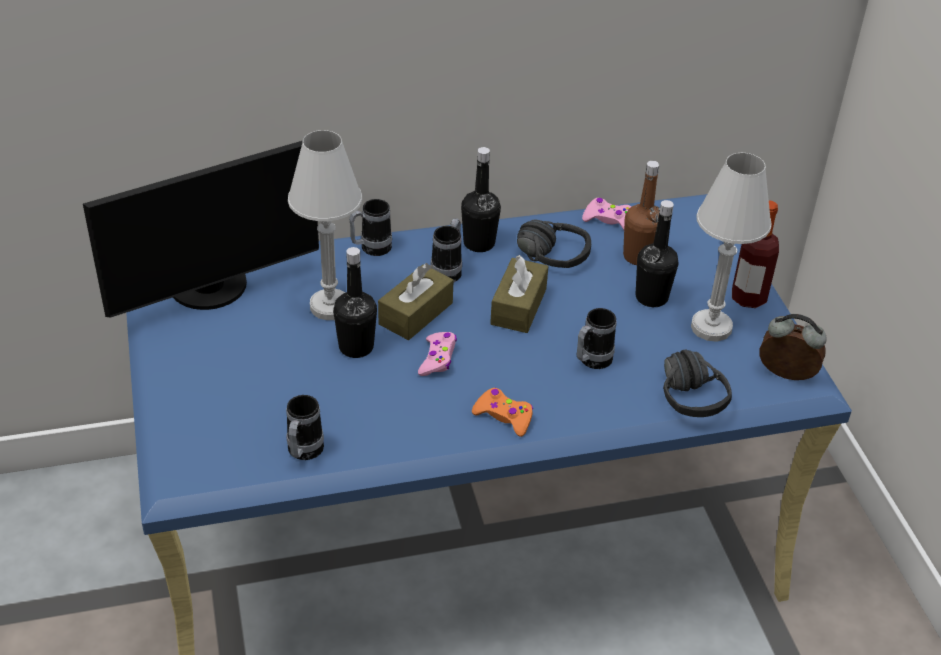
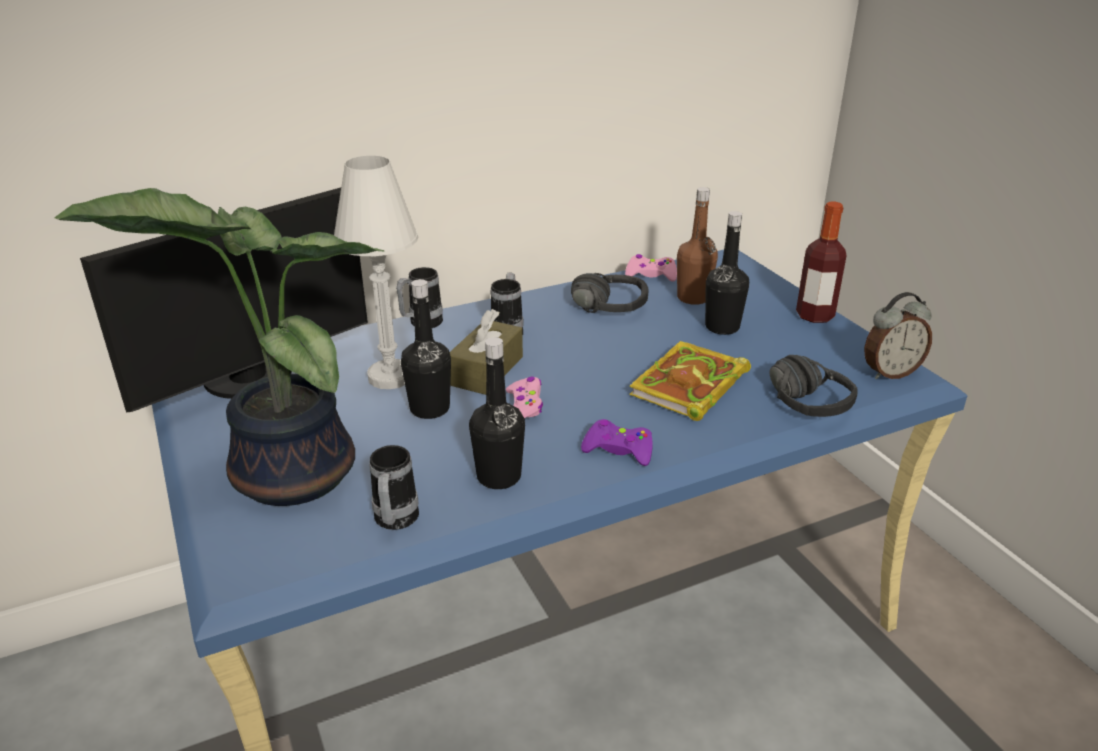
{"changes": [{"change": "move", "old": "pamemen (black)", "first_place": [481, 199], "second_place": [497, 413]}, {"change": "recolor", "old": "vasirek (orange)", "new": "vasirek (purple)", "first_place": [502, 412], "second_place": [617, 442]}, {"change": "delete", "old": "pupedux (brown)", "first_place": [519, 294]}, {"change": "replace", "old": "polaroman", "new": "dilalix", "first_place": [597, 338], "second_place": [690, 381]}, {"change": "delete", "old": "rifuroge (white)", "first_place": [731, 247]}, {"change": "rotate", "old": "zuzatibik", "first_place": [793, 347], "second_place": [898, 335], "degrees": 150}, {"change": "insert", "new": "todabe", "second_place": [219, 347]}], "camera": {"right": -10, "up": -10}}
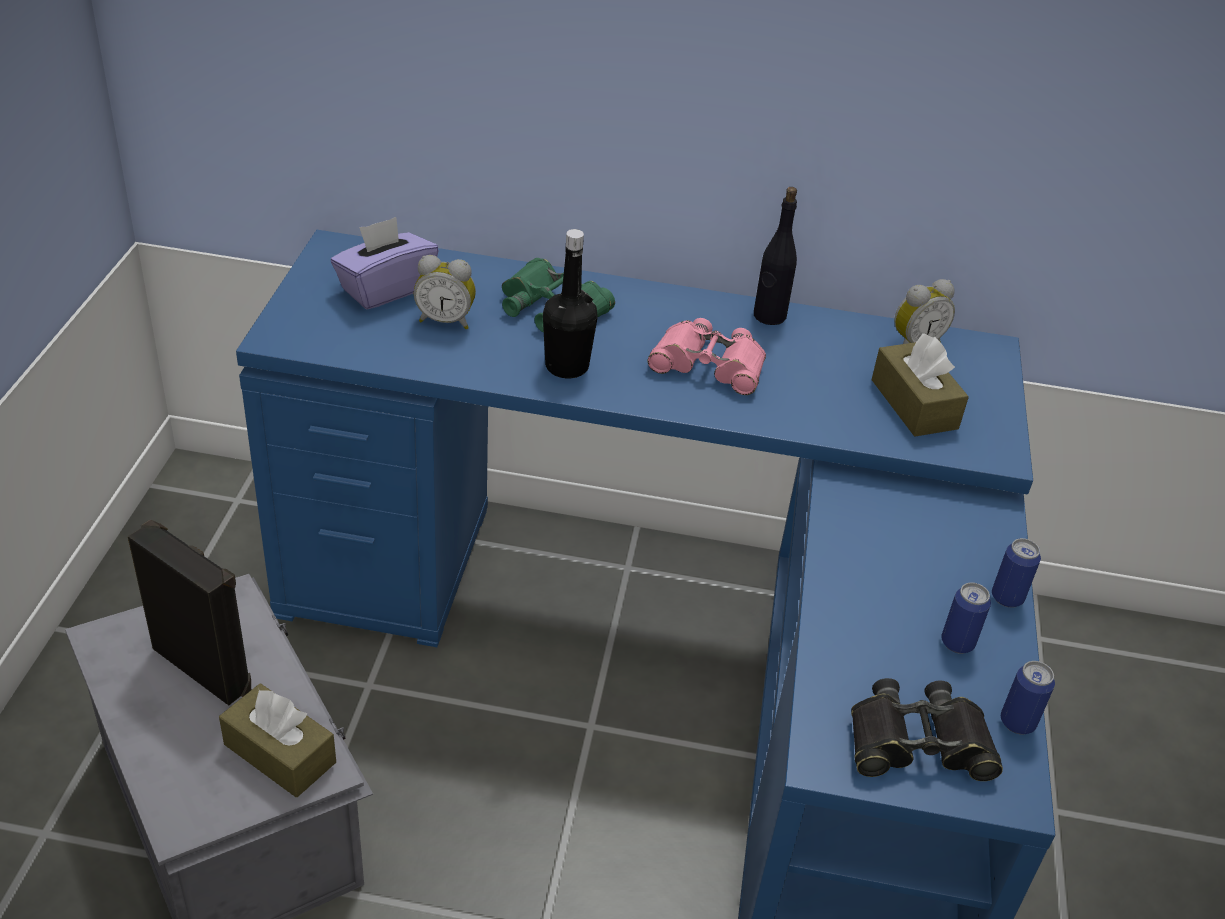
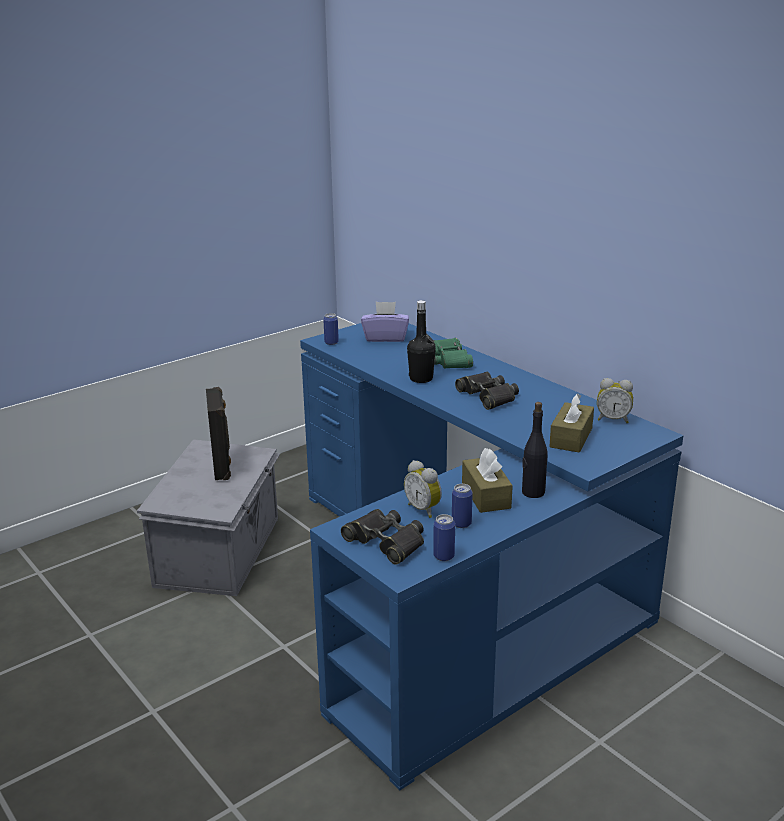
{"changes": [{"change": "move", "old": "pupedux (brown)", "first_place": [277, 740], "second_place": [487, 480]}, {"change": "move", "old": "zuzatibik", "first_place": [445, 292], "second_place": [423, 489]}, {"change": "recolor", "old": "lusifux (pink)", "new": "lusifux (black)", "first_place": [707, 356], "second_place": [487, 390]}, {"change": "move", "old": "pamemen (black)", "first_place": [775, 256], "second_place": [535, 450]}, {"change": "move", "old": "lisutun", "first_place": [1016, 573], "second_place": [331, 329]}], "camera": {"right": 45, "up": -15}}
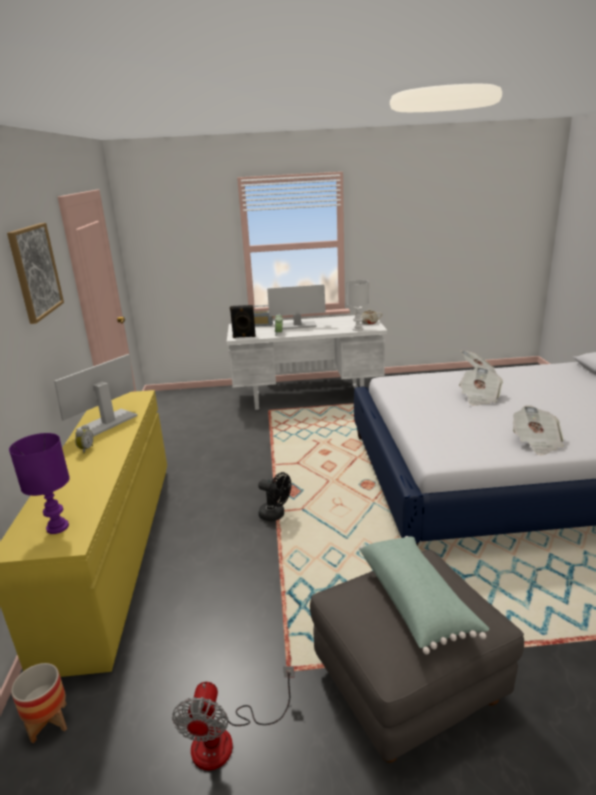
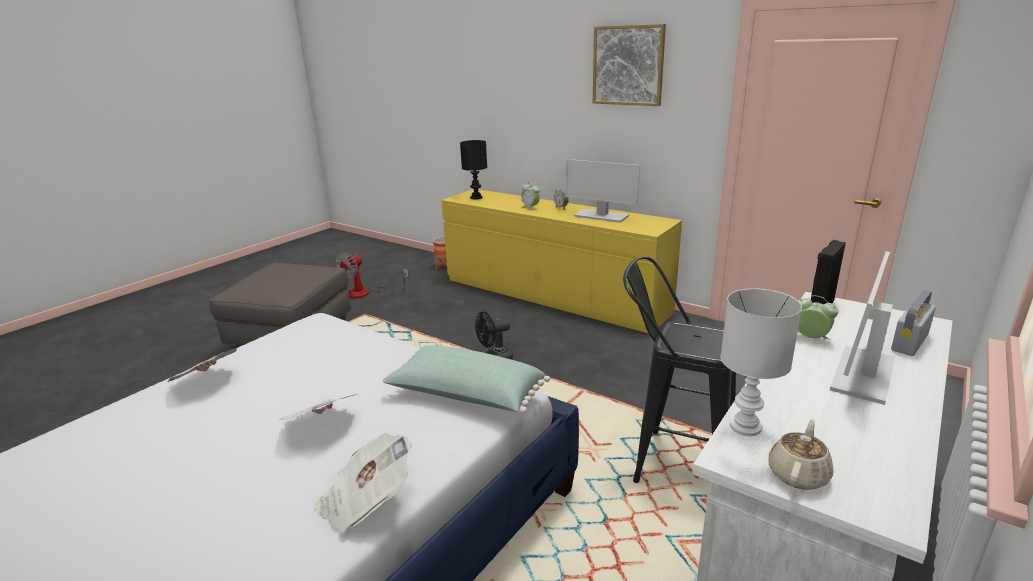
{"changes": [{"change": "recolor", "old": "rifuroge (purple)", "new": "rifuroge (black)", "first_place": [39, 483], "second_place": [473, 169]}, {"change": "rotate", "old": "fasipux", "first_place": [95, 395], "second_place": [602, 191], "degrees": 135}, {"change": "rotate", "old": "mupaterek", "first_place": [233, 718], "second_place": [372, 275], "degrees": -105}, {"change": "move", "old": "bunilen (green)", "first_place": [424, 595], "second_place": [466, 379]}, {"change": "insert", "new": "zuzatibik", "second_place": [530, 196]}, {"change": "insert", "new": "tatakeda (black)", "second_place": [679, 369]}], "camera": {"right": 130, "up": 0}}
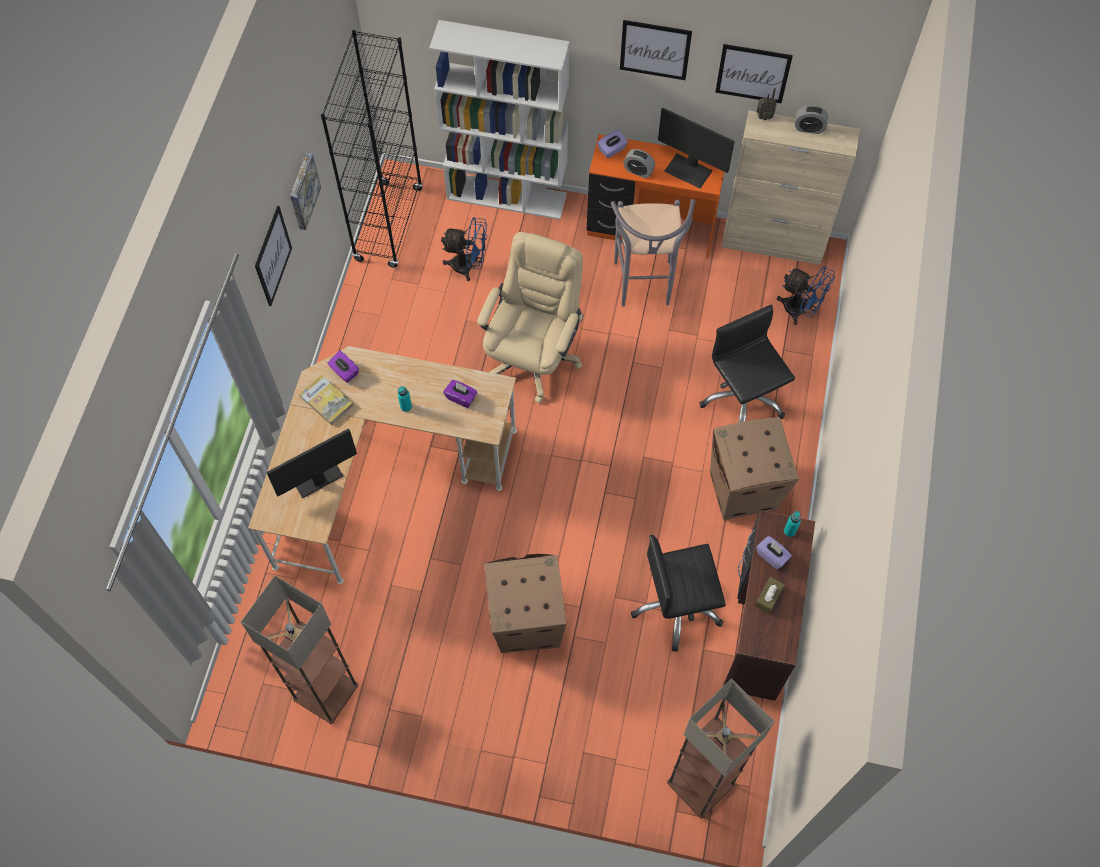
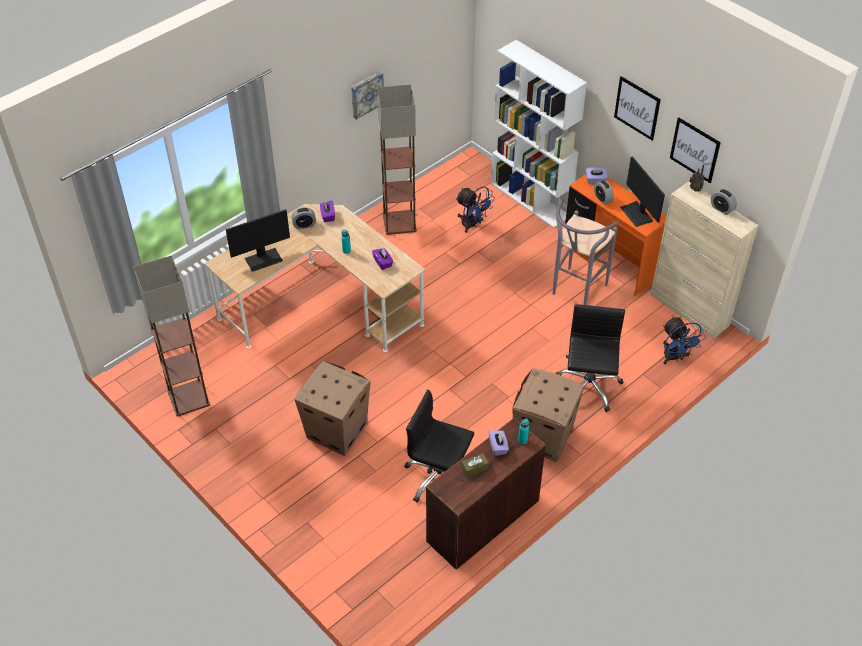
{"changes": [{"change": "delete", "old": "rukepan", "first_place": [273, 256]}, {"change": "rotate", "old": "fasipux", "first_place": [311, 463], "second_place": [258, 240], "degrees": 150}, {"change": "replace", "old": "dilalix", "new": "zuzatibik", "first_place": [326, 400], "second_place": [304, 218]}, {"change": "delete", "old": "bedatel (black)", "first_place": [372, 149]}, {"change": "delete", "old": "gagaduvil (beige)", "first_place": [530, 317]}, {"change": "move", "old": "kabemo", "first_place": [721, 748], "second_place": [397, 159]}], "camera": {"right": 35, "up": -15}}
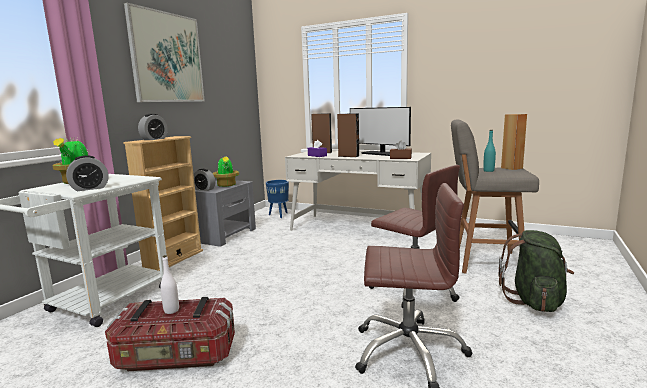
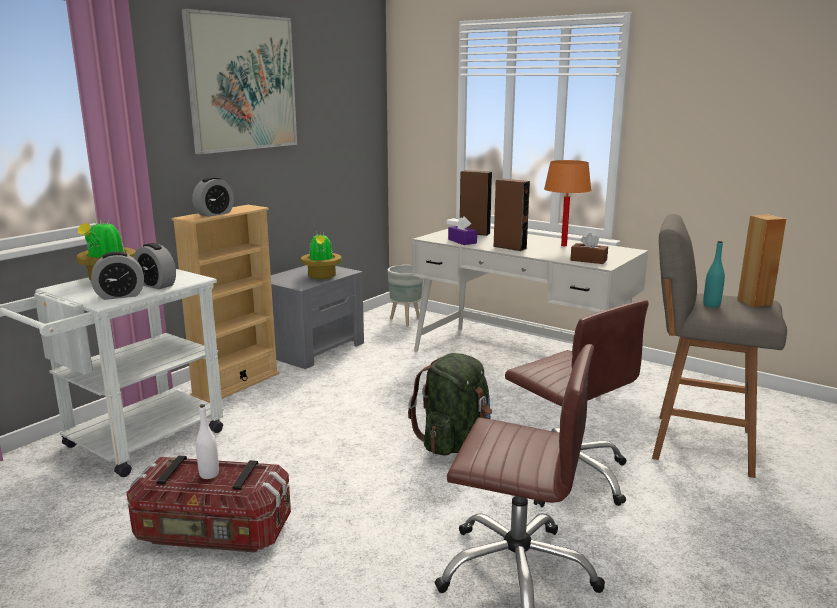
{"changes": [{"change": "move", "old": "zuzatibik", "first_place": [204, 180], "second_place": [155, 266]}, {"change": "recolor", "old": "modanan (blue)", "new": "modanan (grey)", "first_place": [277, 199], "second_place": [405, 296]}, {"change": "replace", "old": "fasipux", "new": "rifuroge (orange)", "first_place": [380, 131], "second_place": [567, 203]}, {"change": "move", "old": "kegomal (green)", "first_place": [536, 271], "second_place": [450, 404]}], "camera": {"right": 10, "up": 5}}
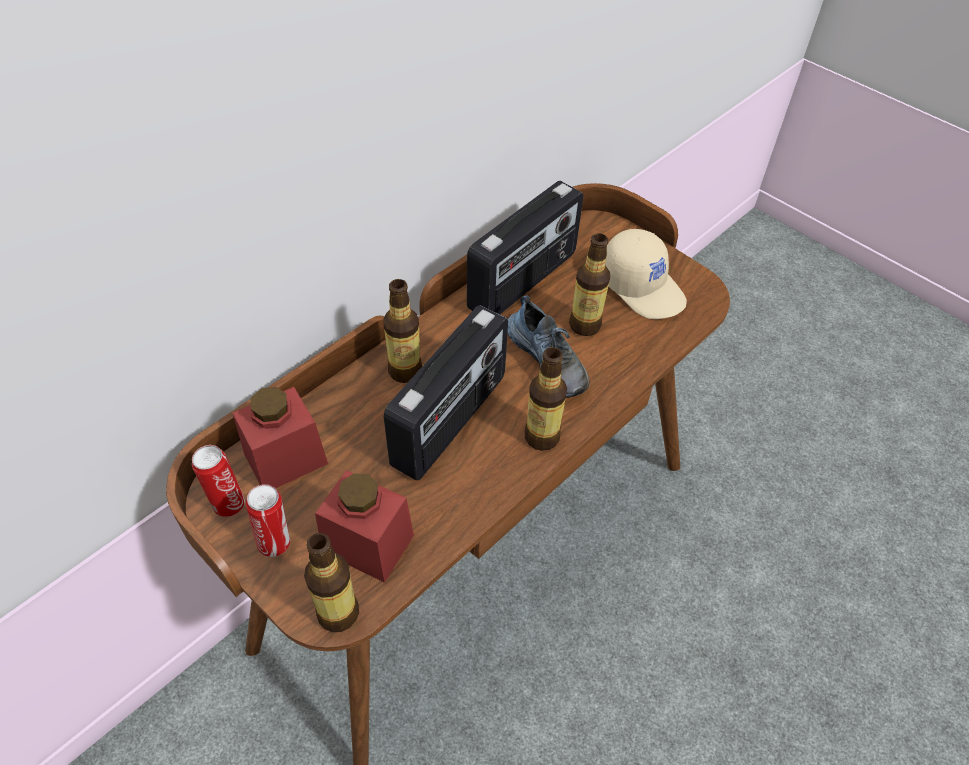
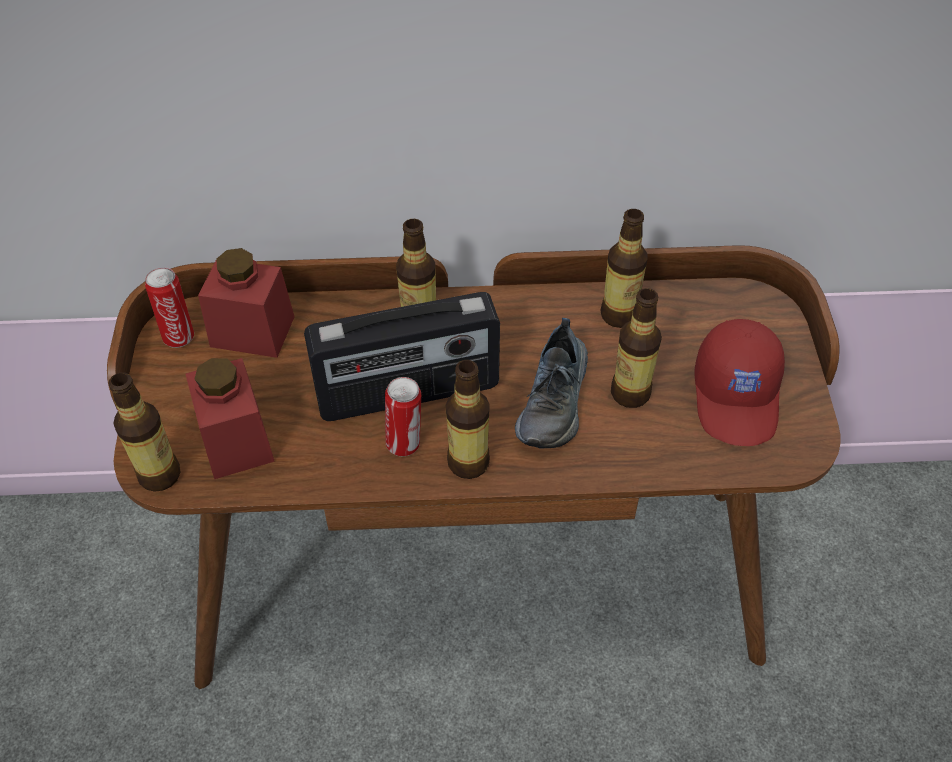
{"changes": [{"change": "move", "old": "lisutun", "first_place": [268, 520], "second_place": [403, 416]}, {"change": "replace", "old": "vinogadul", "new": "pamemen", "first_place": [525, 247], "second_place": [624, 268]}, {"change": "recolor", "old": "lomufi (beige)", "new": "lomufi (red)", "first_place": [646, 274], "second_place": [739, 382]}], "camera": {"right": 45, "up": 0}}
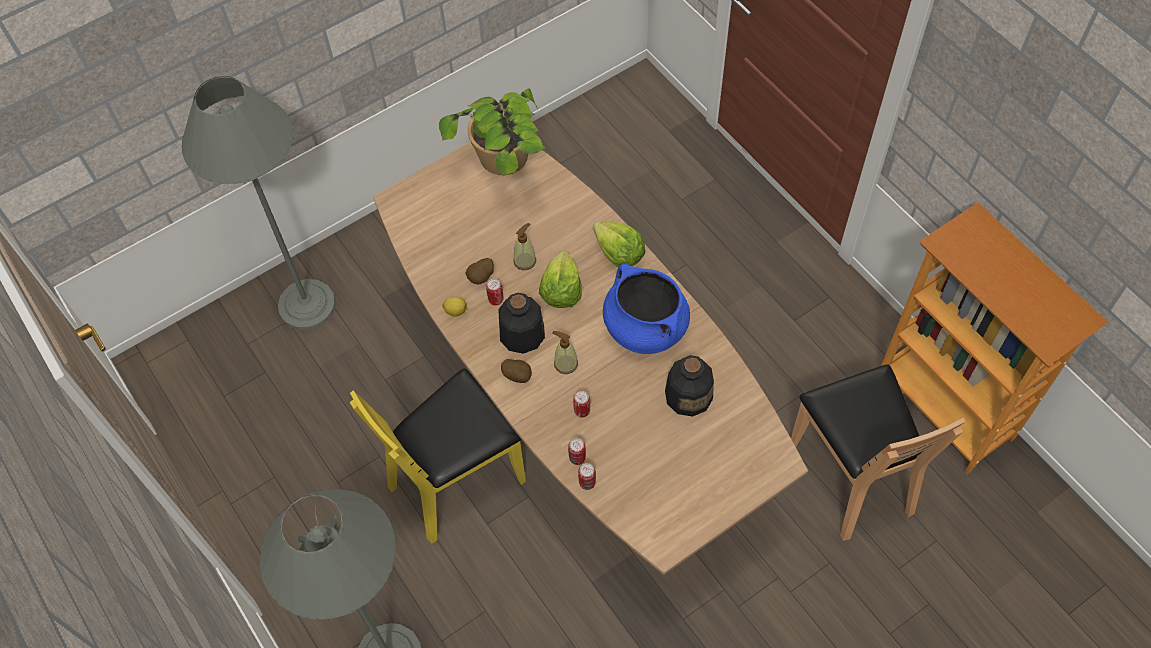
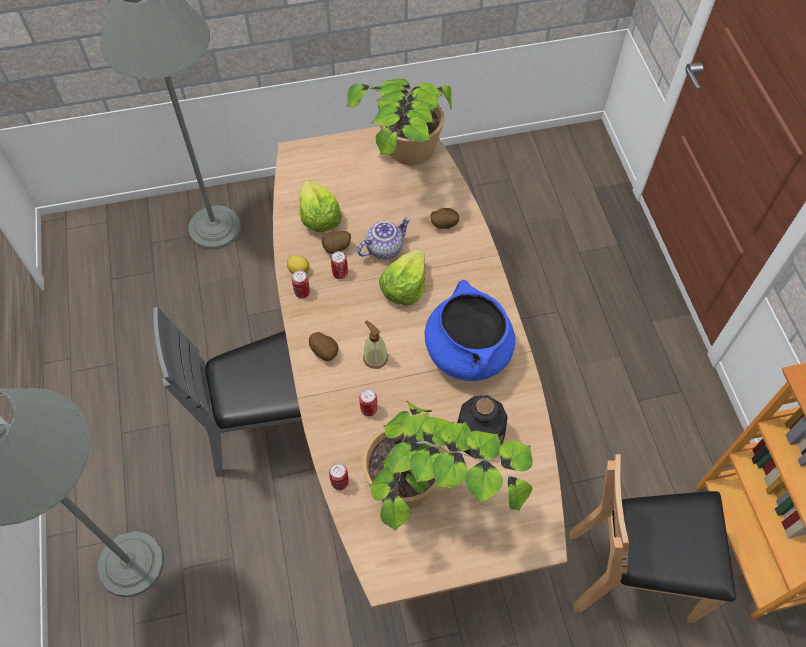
{"changes": [{"change": "recolor", "old": "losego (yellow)", "new": "losego (grey)", "first_place": [438, 456], "second_place": [227, 391]}, {"change": "delete", "old": "pamemen", "first_place": [521, 323]}, {"change": "replace", "old": "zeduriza", "new": "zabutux", "first_place": [524, 246], "second_place": [384, 238]}, {"change": "move", "old": "lisutun", "first_place": [577, 451], "second_place": [301, 284]}, {"change": "move", "old": "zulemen", "first_place": [619, 244], "second_place": [320, 206]}, {"change": "rotate", "old": "losego (brown)", "first_place": [878, 452], "second_place": [652, 538], "degrees": 90}, {"change": "insert", "new": "todabe", "second_place": [447, 465]}, {"change": "insert", "new": "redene", "second_place": [444, 218]}], "camera": {"right": 20, "up": 0}}
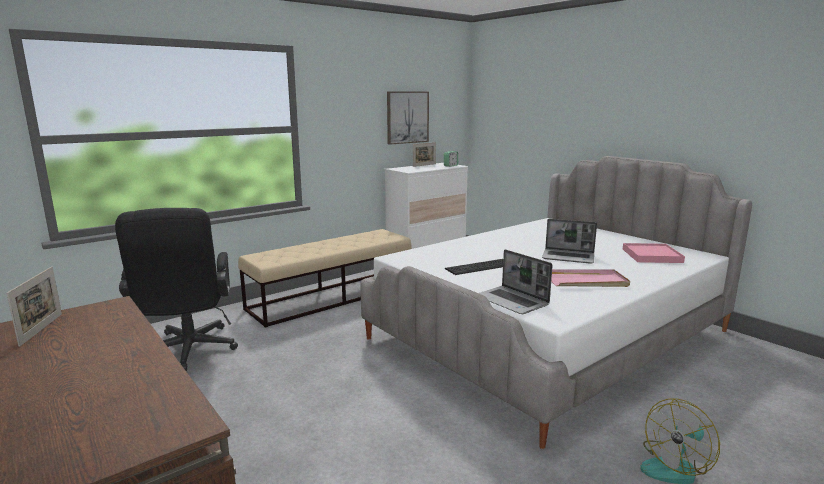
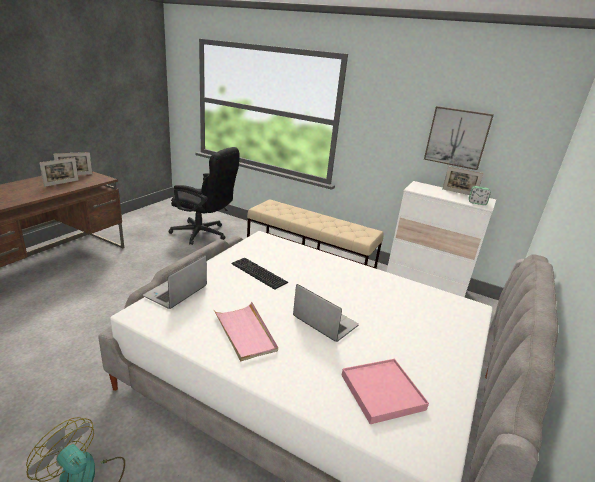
{"changes": [{"change": "rotate", "old": "gagaduvil (black)", "first_place": [176, 289], "second_place": [204, 196], "degrees": -120}, {"change": "rotate", "old": "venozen", "first_place": [569, 241], "second_place": [326, 313], "degrees": 135}, {"change": "insert", "new": "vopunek", "second_place": [59, 172]}], "camera": {"right": 65, "up": 10}}
